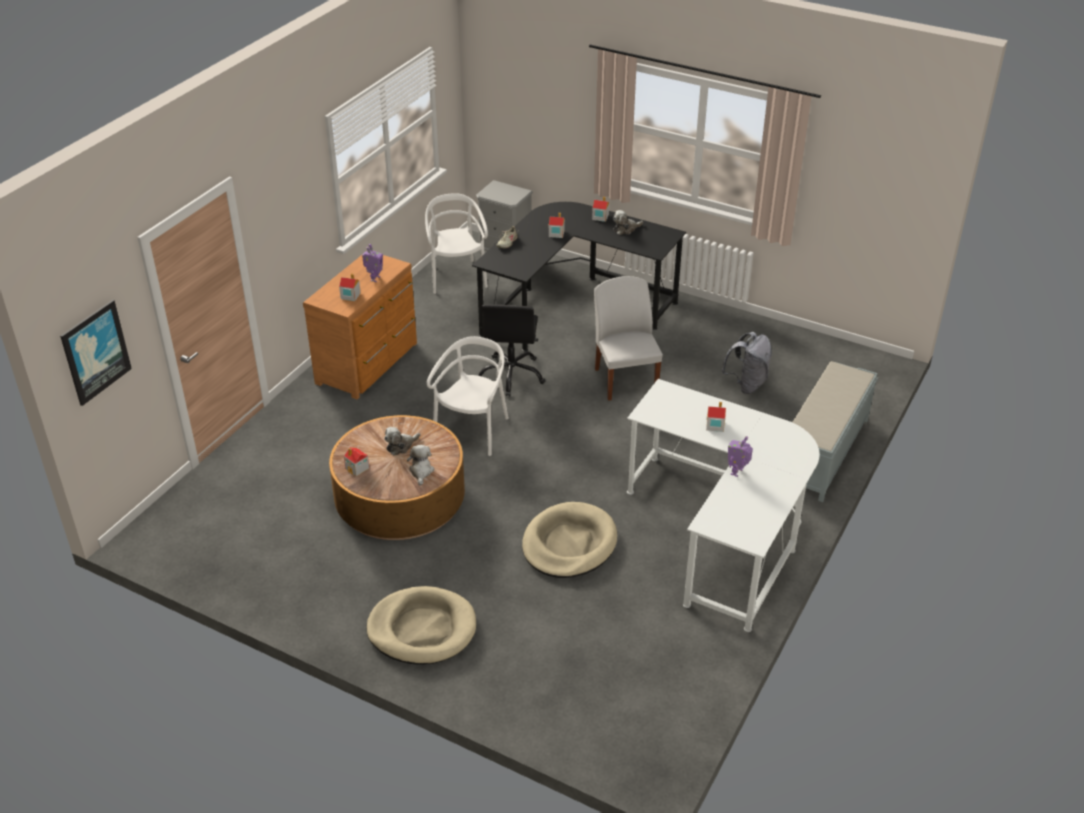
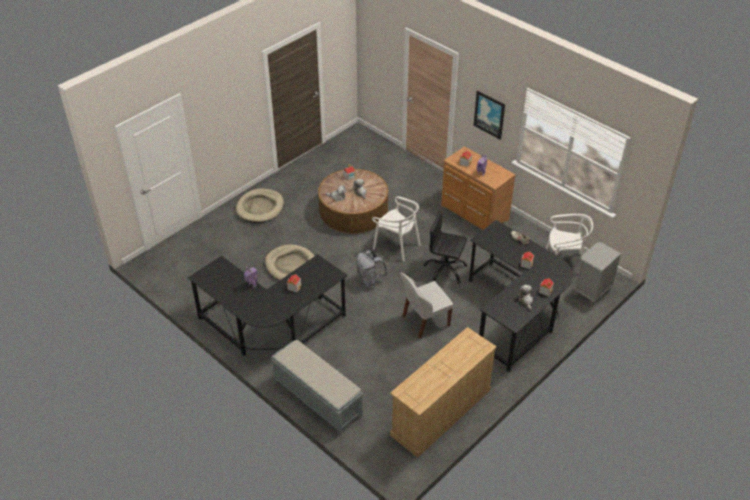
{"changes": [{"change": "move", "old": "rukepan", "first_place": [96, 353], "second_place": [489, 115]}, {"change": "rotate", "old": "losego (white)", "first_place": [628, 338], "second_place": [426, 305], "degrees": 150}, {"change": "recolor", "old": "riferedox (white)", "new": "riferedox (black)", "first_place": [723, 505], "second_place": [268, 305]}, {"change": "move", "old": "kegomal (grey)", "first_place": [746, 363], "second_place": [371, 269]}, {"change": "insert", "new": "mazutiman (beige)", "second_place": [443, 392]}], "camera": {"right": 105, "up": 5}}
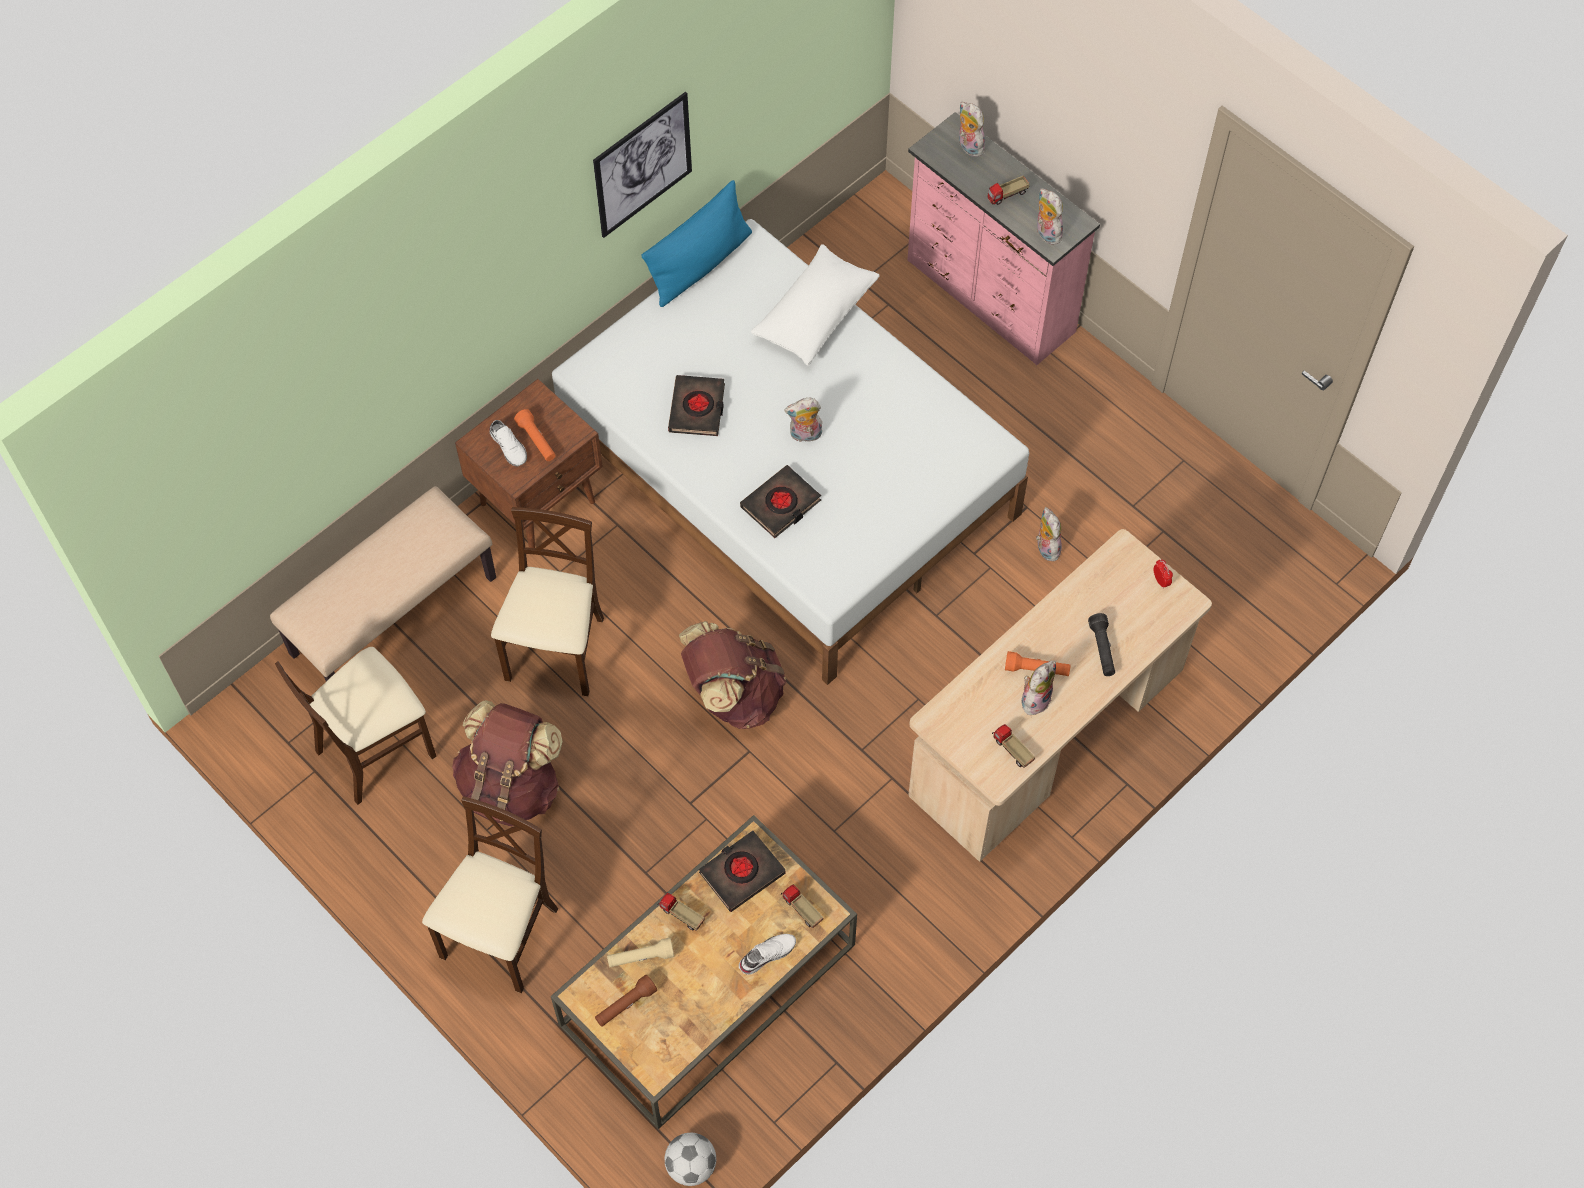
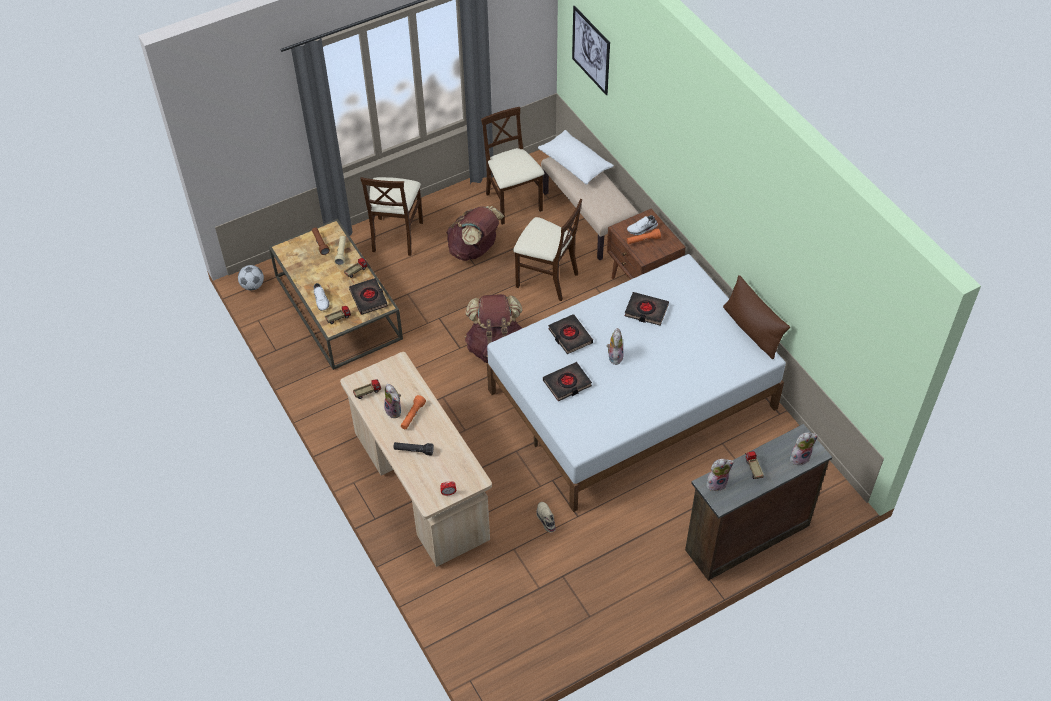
{"changes": [{"change": "rotate", "old": "losego (beige)", "first_place": [490, 895], "second_place": [391, 216], "degrees": 60}, {"change": "move", "old": "rukepan", "first_place": [642, 165], "second_place": [591, 50]}, {"change": "recolor", "old": "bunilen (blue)", "new": "bunilen (brown)", "first_place": [696, 243], "second_place": [756, 317]}, {"change": "move", "old": "bunilen (white)", "first_place": [815, 305], "second_place": [576, 157]}, {"change": "recolor", "old": "mazutiman (pink)", "new": "mazutiman (brown)", "first_place": [1003, 238], "second_place": [758, 502]}, {"change": "replace", "old": "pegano", "new": "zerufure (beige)", "first_place": [1049, 534], "second_place": [546, 517]}, {"change": "insert", "new": "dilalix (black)", "second_place": [567, 381]}], "camera": {"right": 105, "up": -10}}
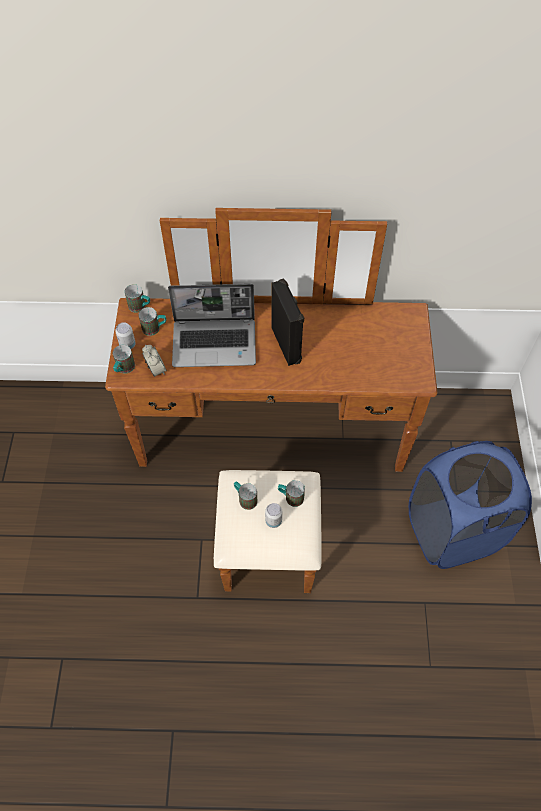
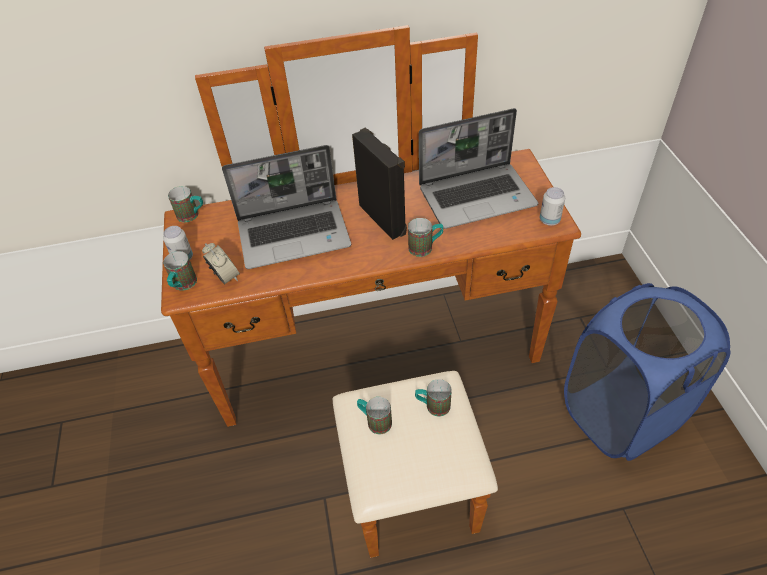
{"changes": [{"change": "move", "old": "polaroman", "first_place": [152, 321], "second_place": [425, 237]}, {"change": "move", "old": "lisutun", "first_place": [273, 515], "second_place": [552, 206]}, {"change": "insert", "new": "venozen", "second_place": [478, 168]}], "camera": {"right": -10, "up": -10}}
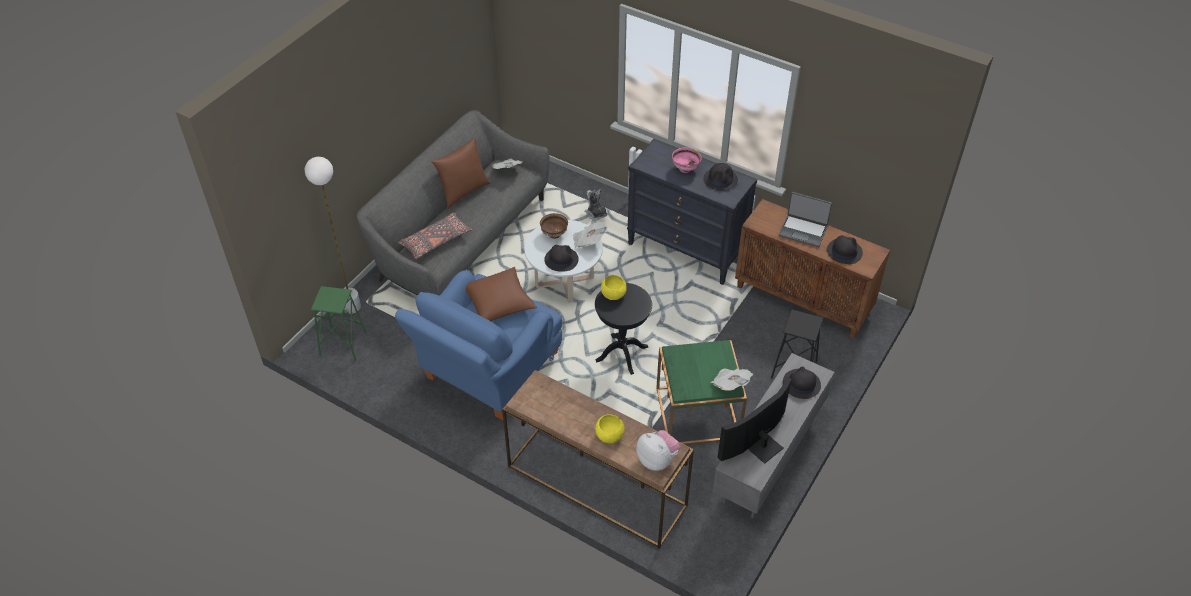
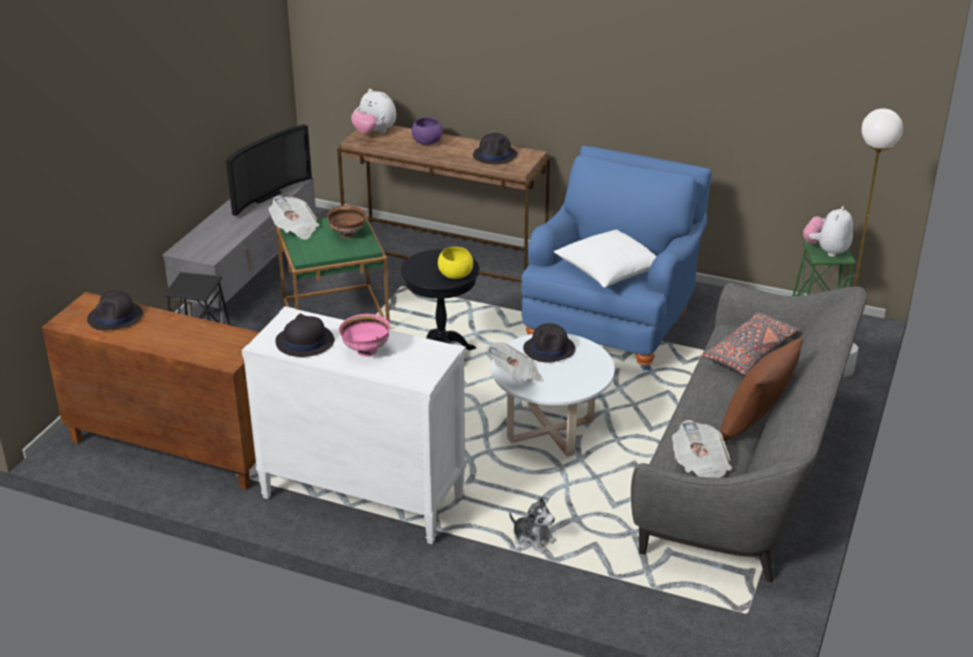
{"changes": [{"change": "recolor", "old": "bunilen (brown)", "new": "bunilen (white)", "first_place": [501, 294], "second_place": [605, 258]}, {"change": "move", "old": "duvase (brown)", "first_place": [554, 226], "second_place": [347, 221]}, {"change": "recolor", "old": "duvase (yellow)", "new": "duvase (purple)", "first_place": [610, 428], "second_place": [427, 131]}, {"change": "recolor", "old": "mazutiman (black)", "new": "mazutiman (white)", "first_place": [692, 212], "second_place": [354, 425]}, {"change": "delete", "old": "venozen", "first_place": [805, 219]}, {"change": "move", "old": "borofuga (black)", "first_place": [802, 383], "second_place": [495, 148]}, {"change": "insert", "new": "pegano", "second_place": [828, 231]}], "camera": {"right": 170, "up": -15}}
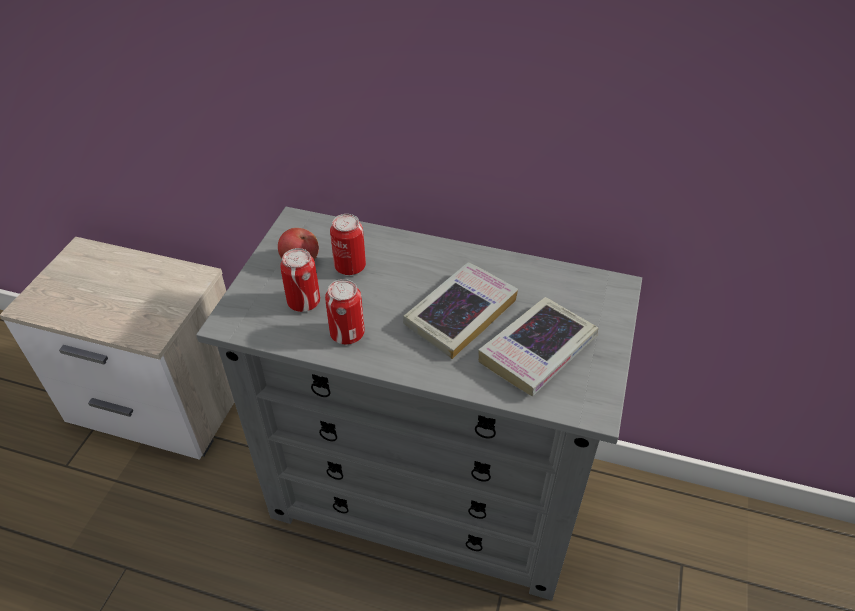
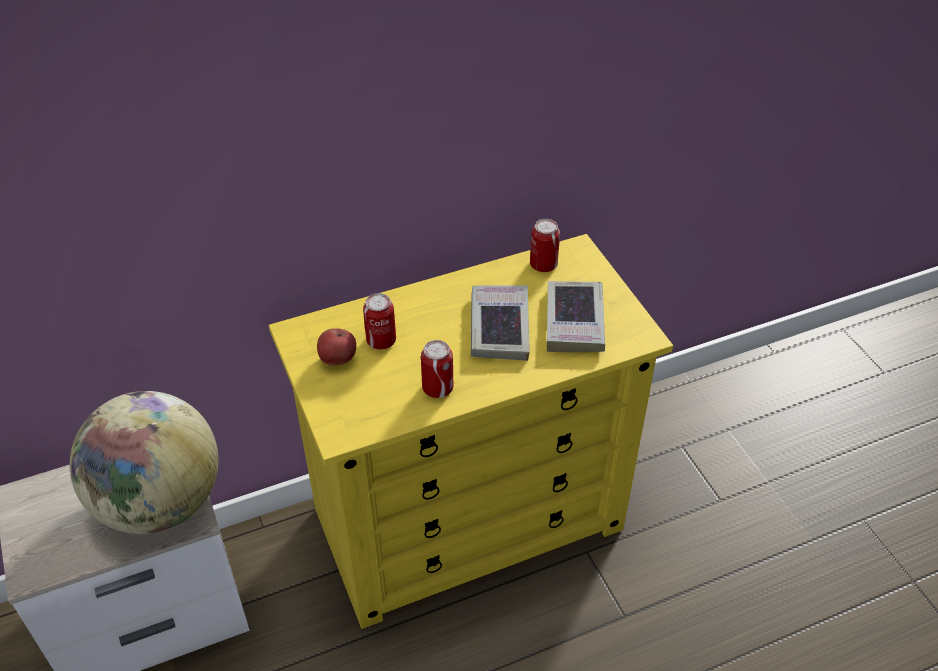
{"changes": [{"change": "recolor", "old": "mazutiman (grey)", "new": "mazutiman (yellow)", "first_place": [419, 404], "second_place": [471, 431]}, {"change": "move", "old": "lisutun", "first_place": [300, 280], "second_place": [545, 245]}, {"change": "insert", "new": "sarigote", "second_place": [144, 462]}], "camera": {"right": -40, "up": 0}}
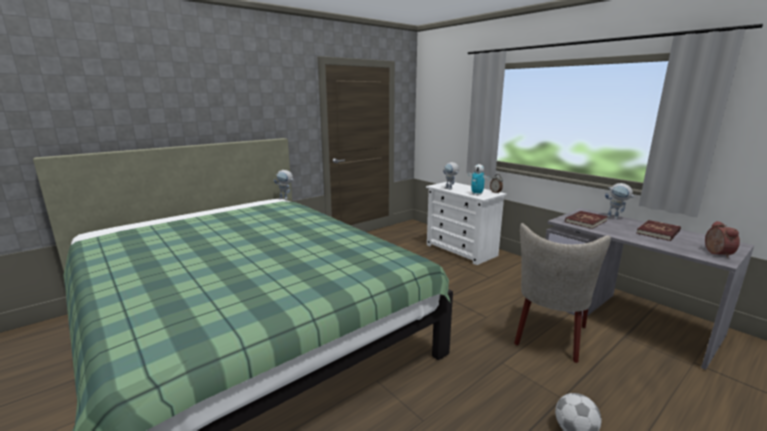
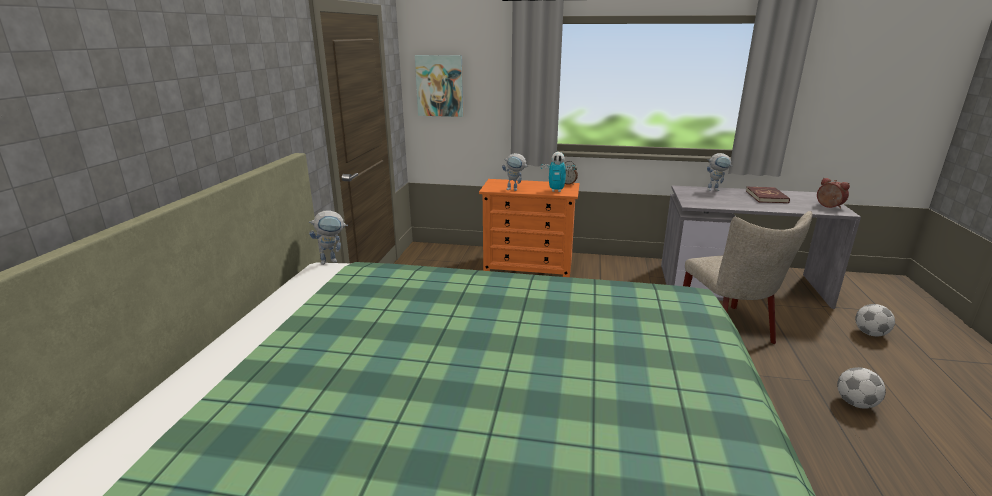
{"changes": [{"change": "recolor", "old": "mazutiman (white)", "new": "mazutiman (orange)", "first_place": [466, 223], "second_place": [529, 228]}, {"change": "delete", "old": "dilalix (red)", "first_place": [586, 220]}, {"change": "insert", "new": "rukepan", "second_place": [439, 86]}, {"change": "insert", "new": "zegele", "second_place": [875, 320]}], "camera": {"right": -40, "up": 5}}
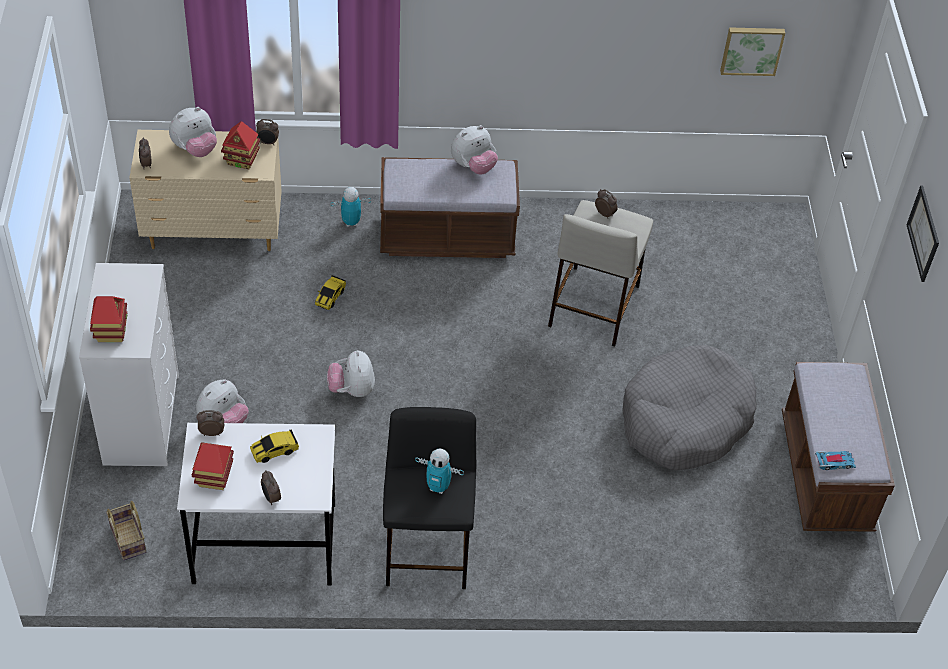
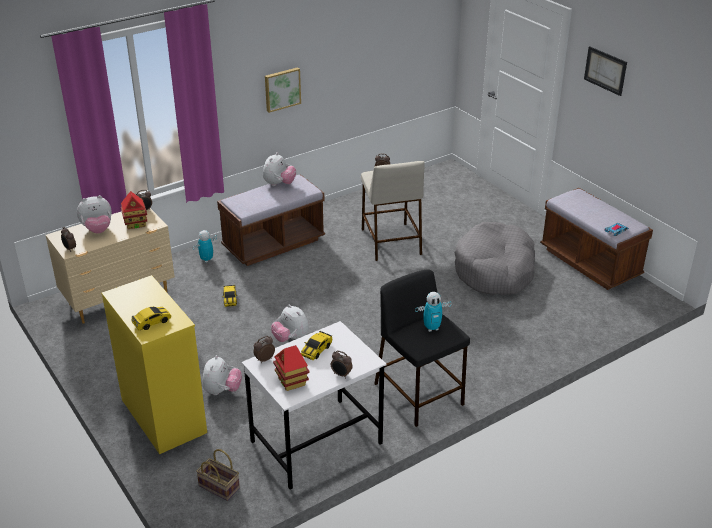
{"changes": [{"change": "recolor", "old": "mazutiman (white)", "new": "mazutiman (yellow)", "first_place": [129, 364], "second_place": [154, 364]}, {"change": "replace", "old": "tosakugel", "new": "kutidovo", "first_place": [108, 319], "second_place": [151, 318]}, {"change": "rotate", "old": "pegano", "first_place": [193, 132], "second_place": [94, 214], "degrees": 45}, {"change": "move", "old": "rukepan", "first_place": [752, 51], "second_place": [283, 90]}], "camera": {"right": -30, "up": -15}}
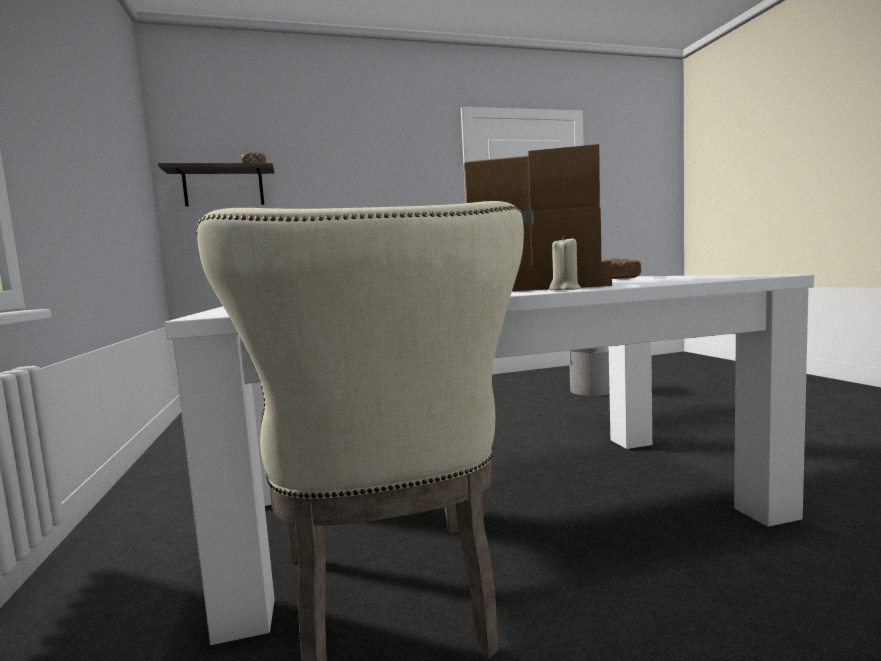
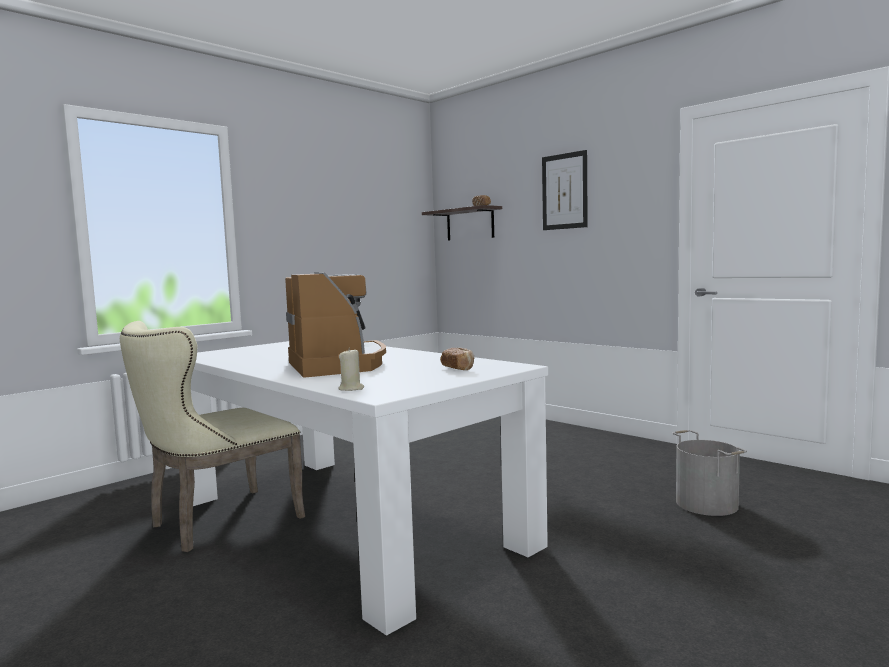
{"changes": [{"change": "move", "old": "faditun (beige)", "first_place": [565, 263], "second_place": [351, 369]}, {"change": "insert", "new": "rukepan", "second_place": [565, 190]}], "camera": {"right": 60, "up": 0}}
